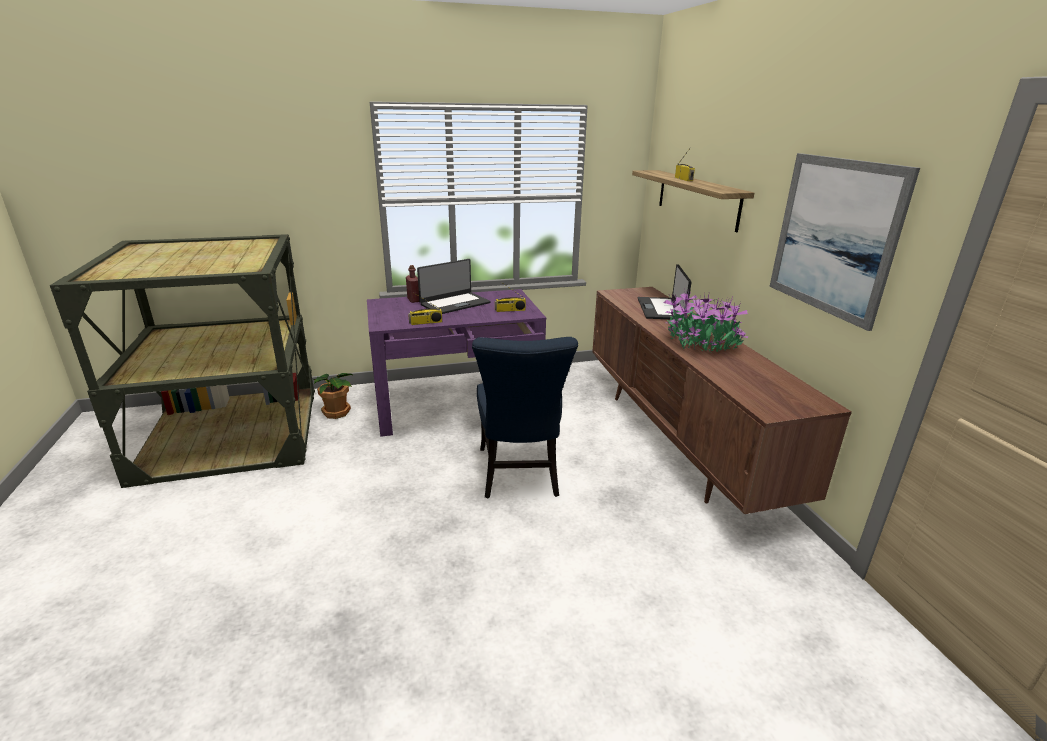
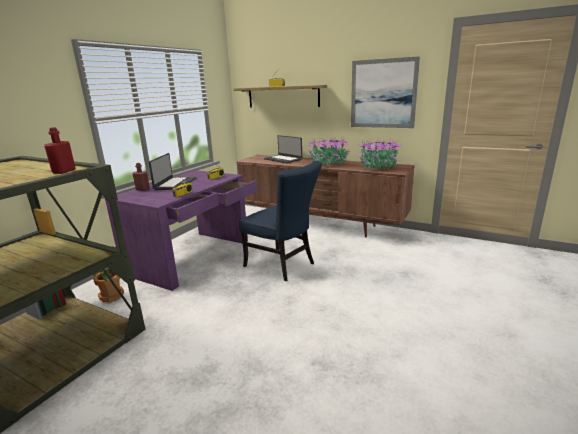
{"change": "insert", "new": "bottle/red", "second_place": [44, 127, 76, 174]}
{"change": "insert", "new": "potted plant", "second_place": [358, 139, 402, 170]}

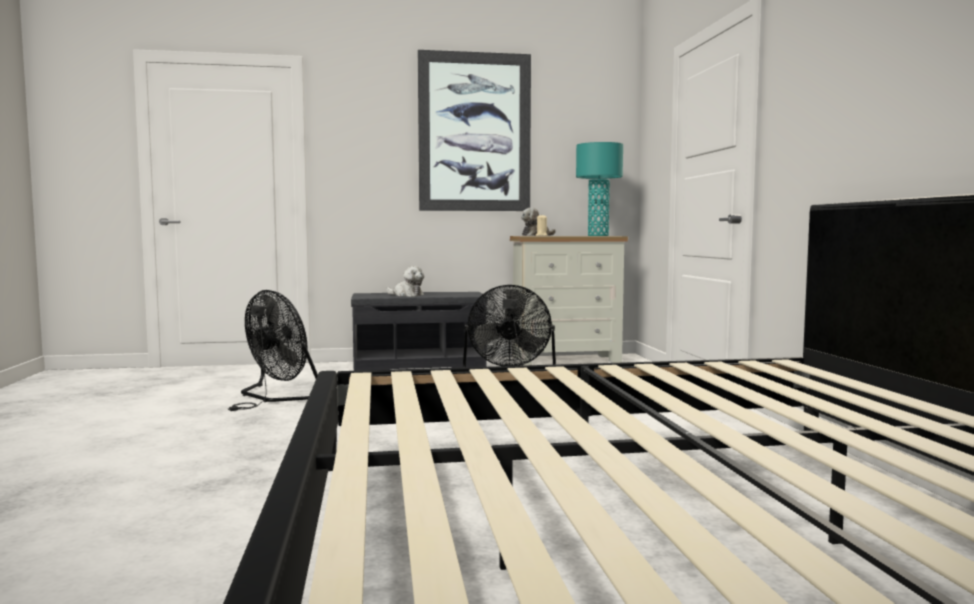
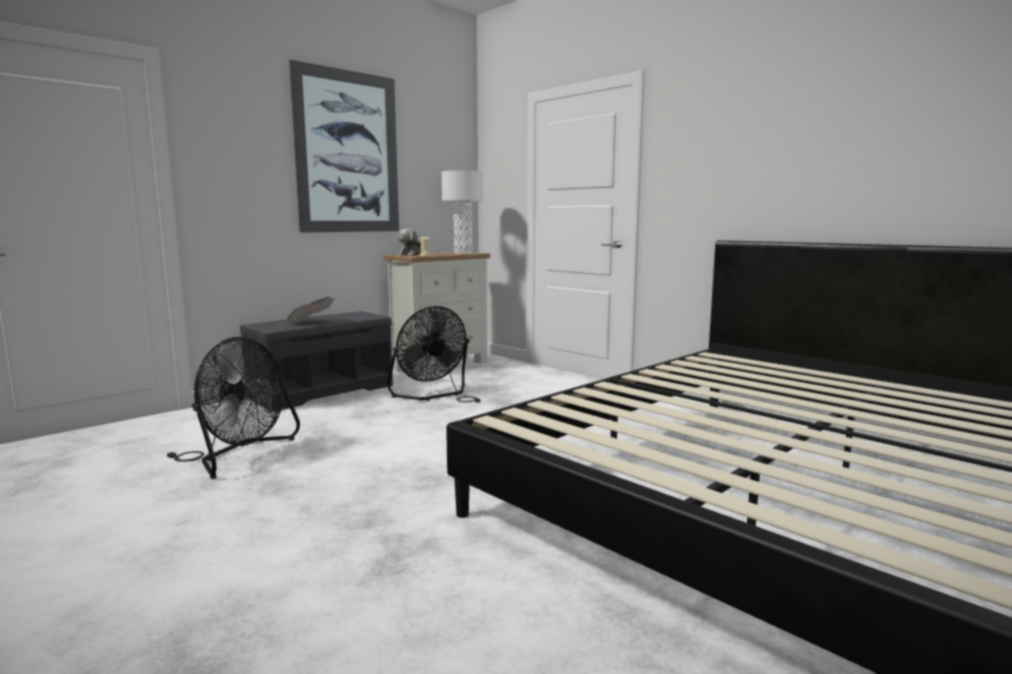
{"change": "recolor", "old": "table lamp/turquoise", "new": "table lamp/white", "first_place": [576, 142, 623, 236], "second_place": [442, 170, 483, 254]}
{"change": "replace", "old": "plush toy", "new": "newspaper", "first_place": [386, 266, 424, 297], "second_place": [285, 297, 335, 321]}
{"change": "rotate", "old": "fan/black", "first_place": [227, 290, 318, 411], "second_place": [167, 337, 300, 479], "degrees": 105}

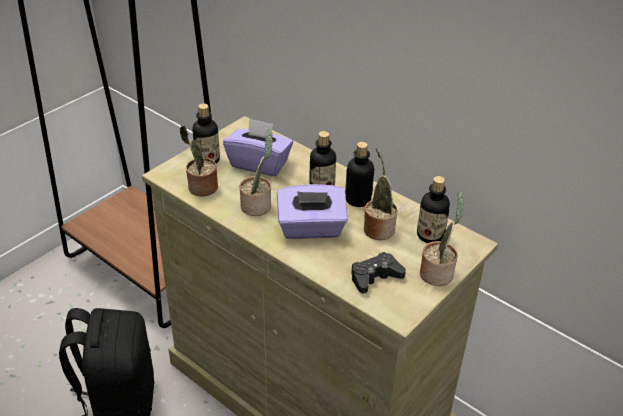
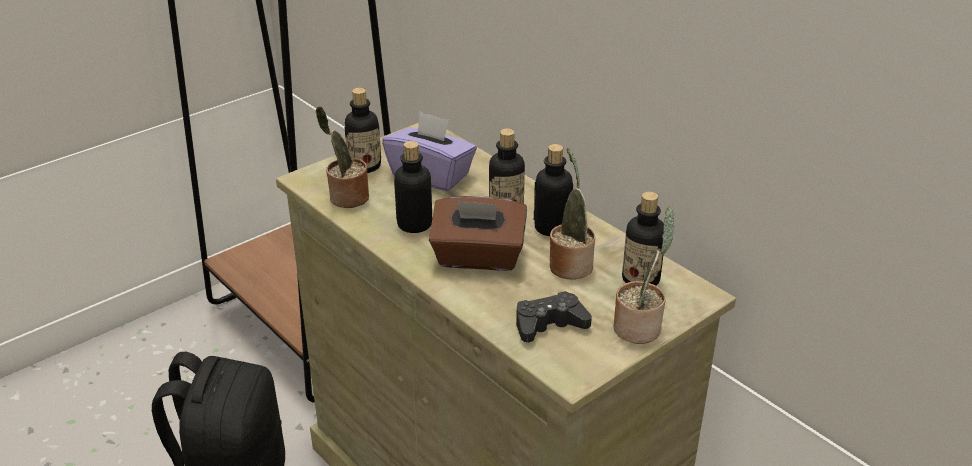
{"change": "replace", "old": "potted plant", "new": "bottle", "first_place": [240, 129, 273, 216], "second_place": [394, 141, 432, 233]}
{"change": "recolor", "old": "tissue box/purple", "new": "tissue box/brown", "first_place": [277, 184, 348, 239], "second_place": [429, 196, 527, 271]}

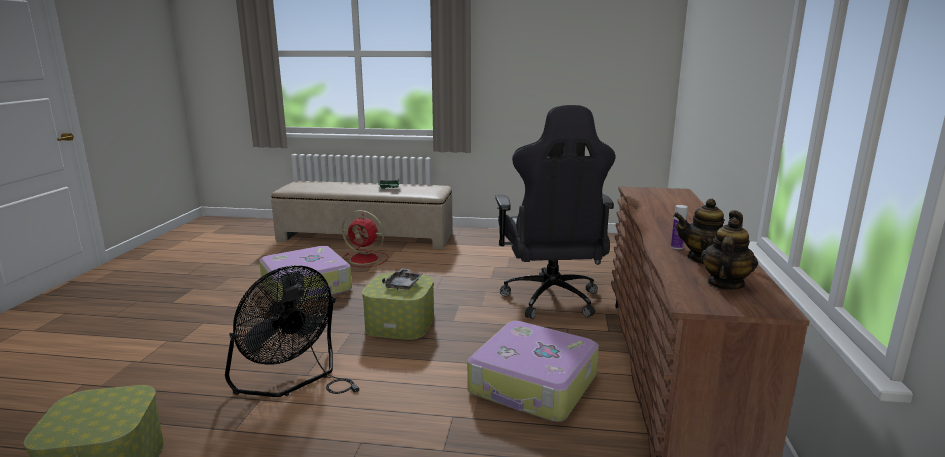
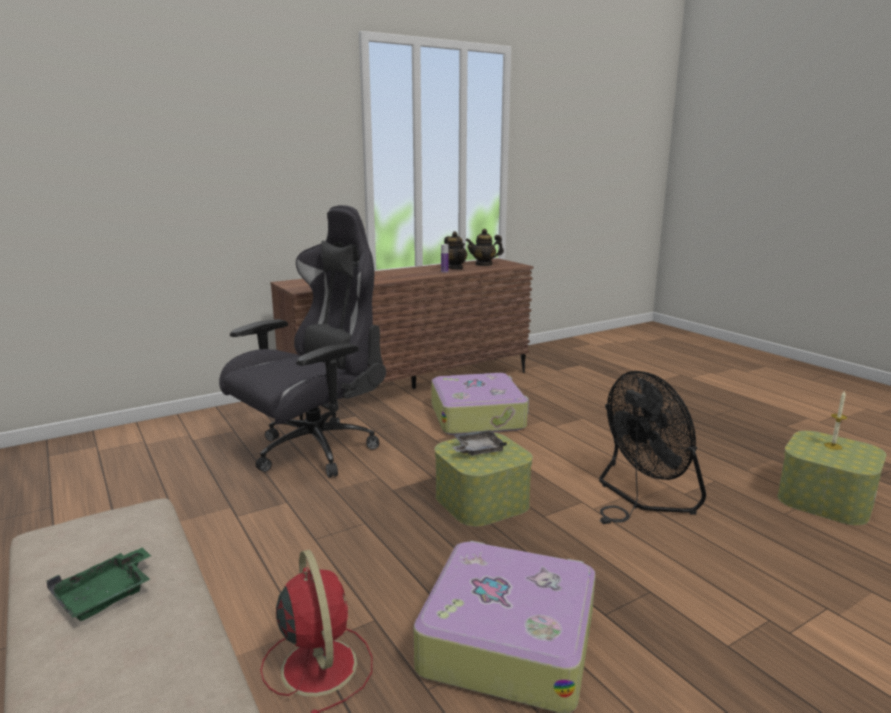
{"change": "rotate", "old": "fan/black", "first_place": [225, 266, 359, 397], "second_place": [599, 371, 706, 524], "degrees": -120}
{"change": "insert", "new": "candle", "second_place": [824, 390, 847, 450]}

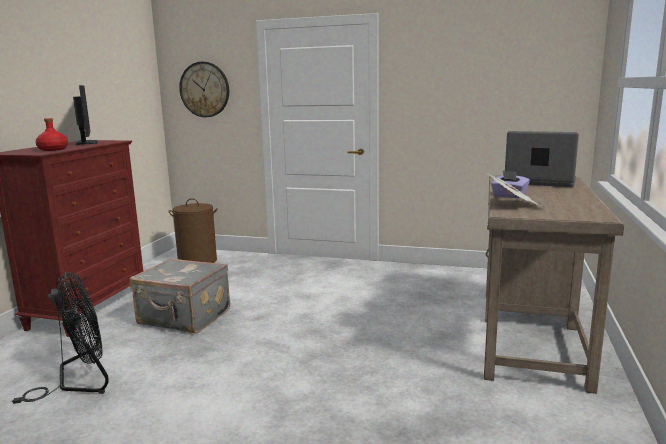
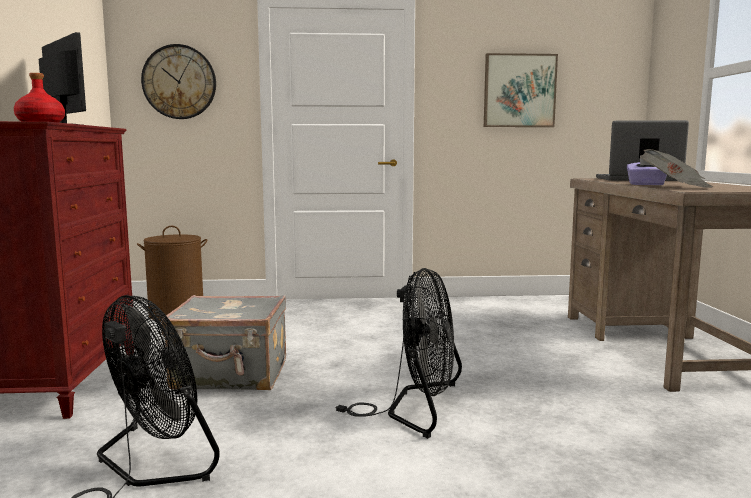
{"change": "insert", "new": "picture", "second_place": [484, 53, 558, 127]}
{"change": "insert", "new": "fan/black", "second_place": [336, 268, 462, 439]}

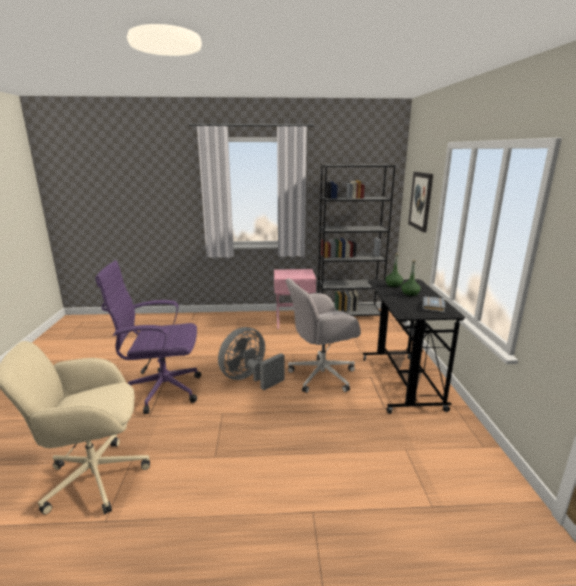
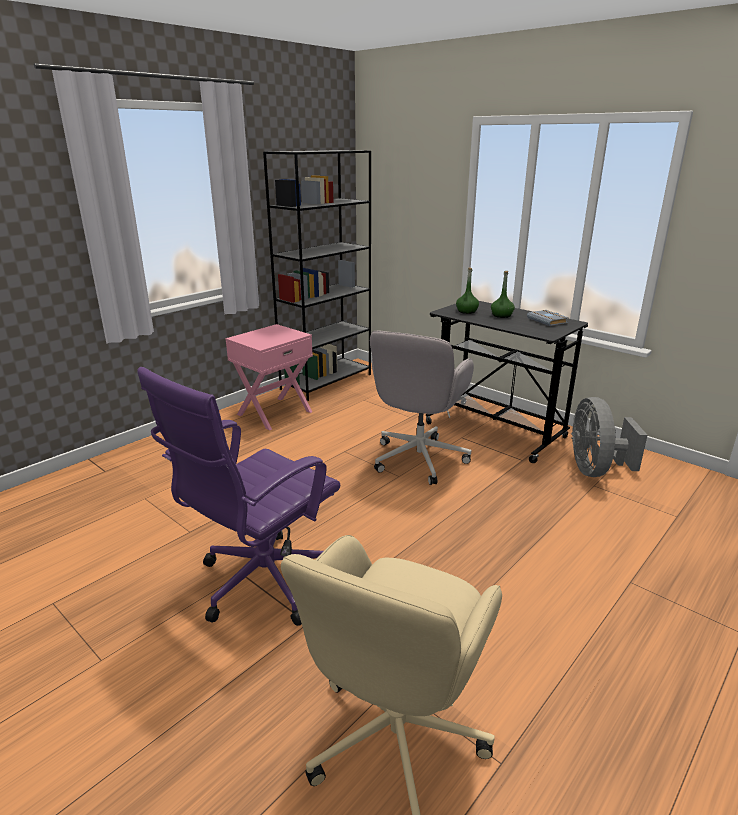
{"change": "delete", "old": "picture", "first_place": [408, 172, 433, 233]}
{"change": "move", "old": "fan/grey", "first_place": [218, 327, 285, 390], "second_place": [571, 397, 647, 477]}

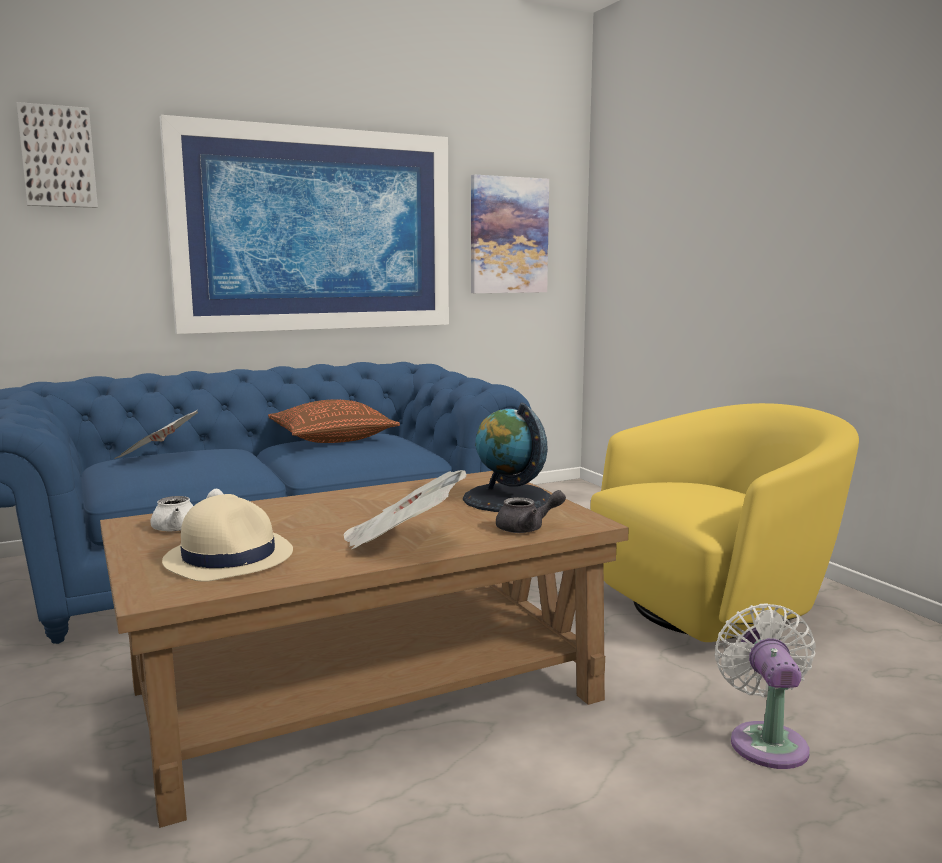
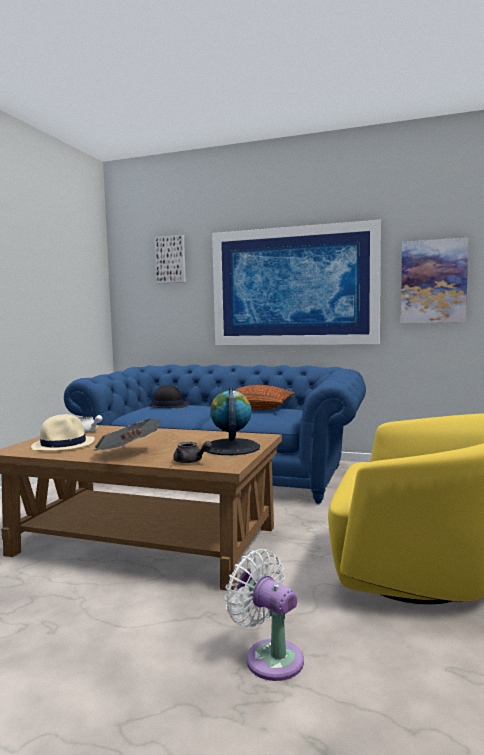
{"change": "replace", "old": "newspaper", "new": "hat/black", "first_place": [114, 410, 198, 459], "second_place": [148, 385, 190, 408]}
{"change": "rotate", "old": "fan/white", "first_place": [715, 603, 816, 769], "second_place": [224, 549, 304, 681], "degrees": -90}

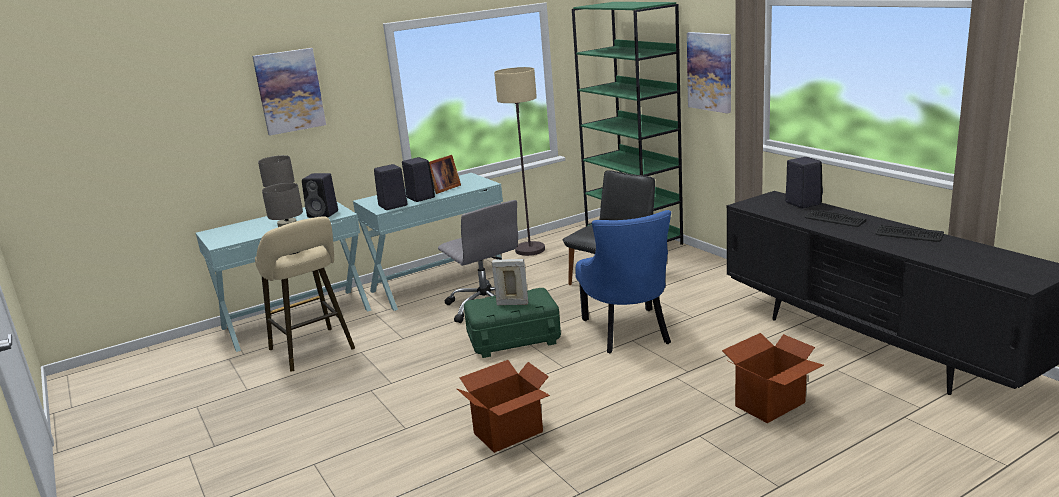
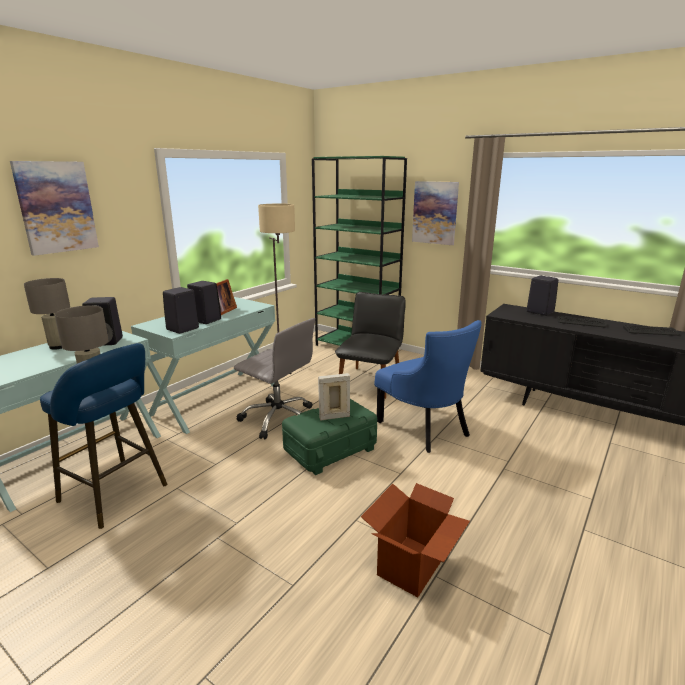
{"change": "recolor", "old": "stool/beige", "new": "stool/blue", "first_place": [255, 216, 355, 372], "second_place": [40, 343, 167, 529]}
{"change": "delete", "old": "cardboard box", "first_place": [722, 333, 824, 423]}

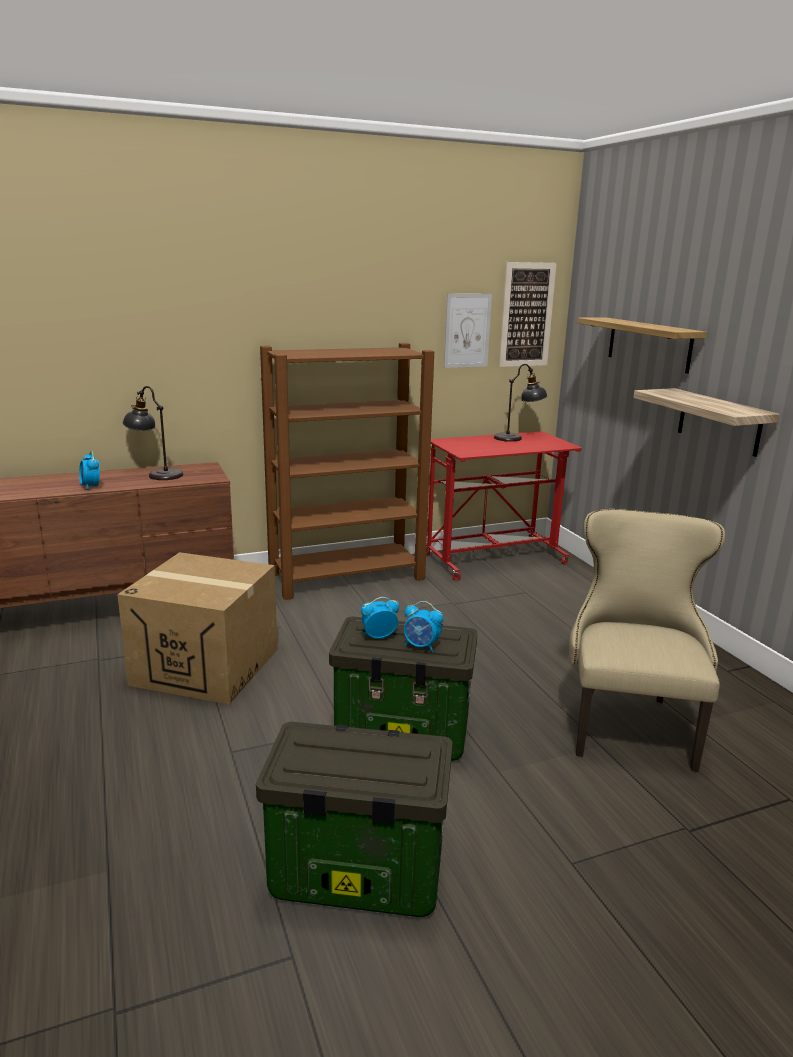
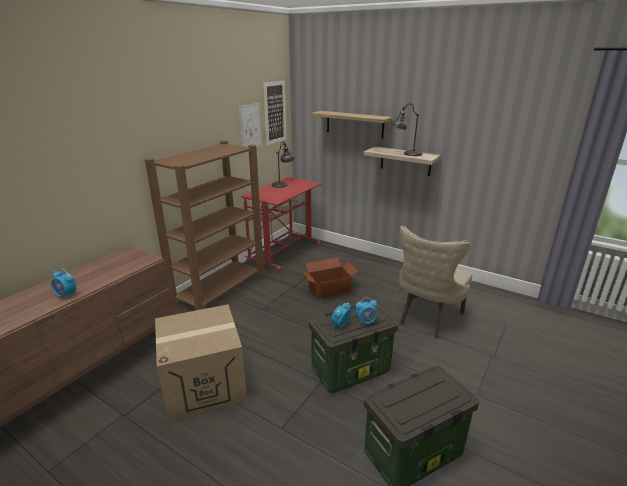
{"change": "move", "old": "table lamp/grey", "first_place": [123, 386, 183, 480], "second_place": [390, 103, 423, 156]}
{"change": "rotate", "old": "chair/beige", "first_place": [569, 509, 725, 772], "second_place": [399, 226, 472, 338], "degrees": -120}
{"change": "insert", "new": "cardboard box", "second_place": [302, 258, 358, 299]}

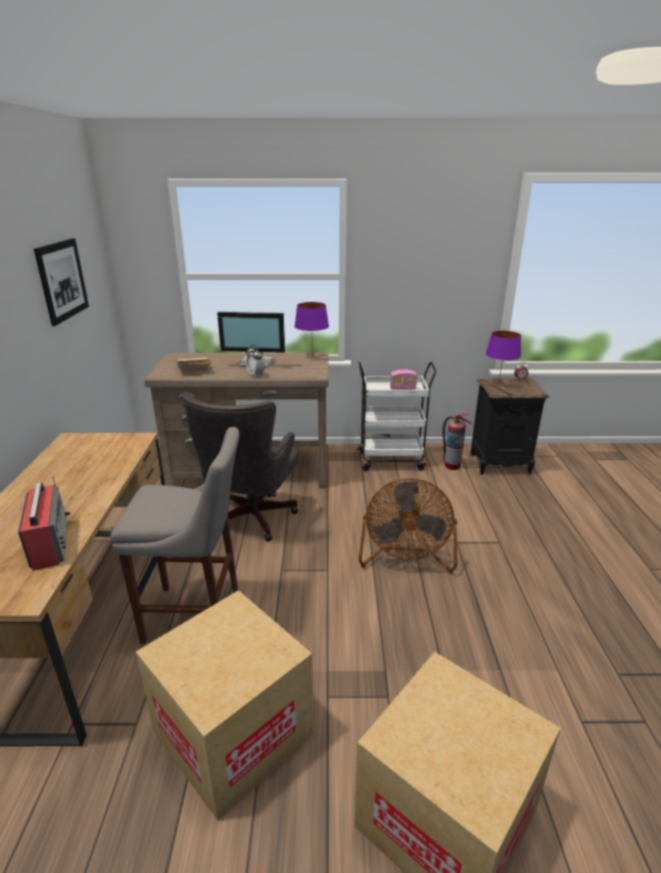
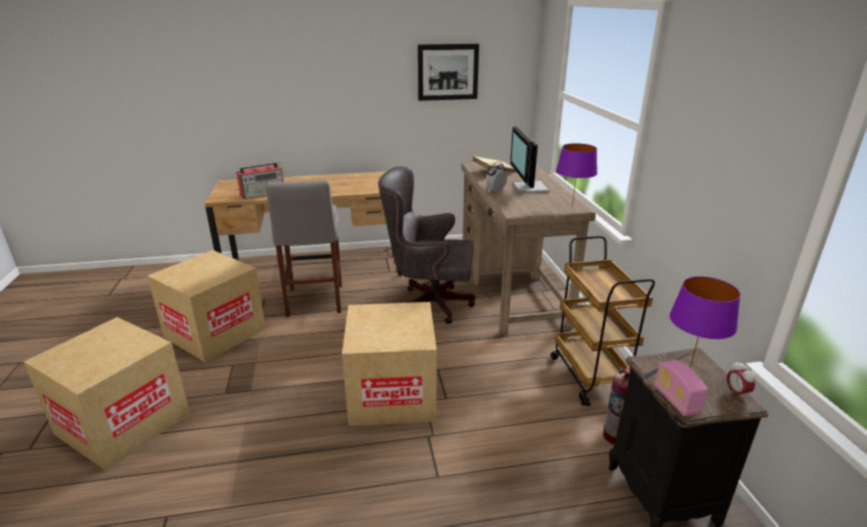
{"change": "recolor", "old": "cart/white", "new": "cart/brown", "first_place": [357, 362, 436, 471], "second_place": [551, 236, 655, 406]}
{"change": "move", "old": "radio", "first_place": [390, 370, 417, 390], "second_place": [654, 360, 708, 416]}
{"change": "replace", "old": "fan/brown", "new": "cardboard box", "first_place": [359, 478, 457, 574], "second_place": [342, 302, 437, 426]}

